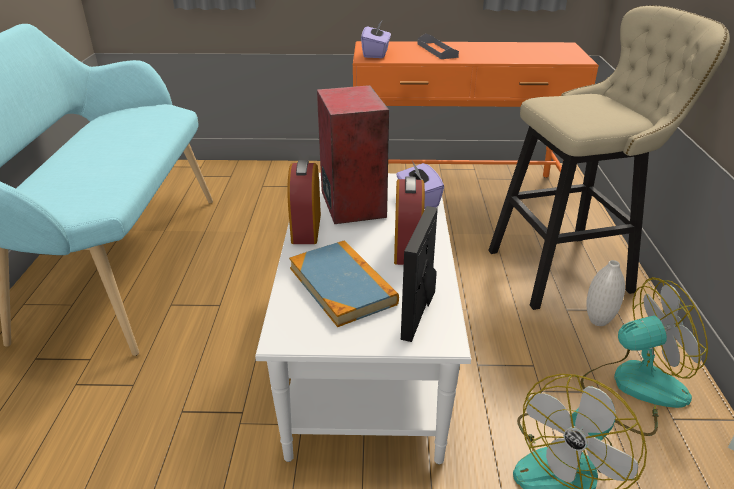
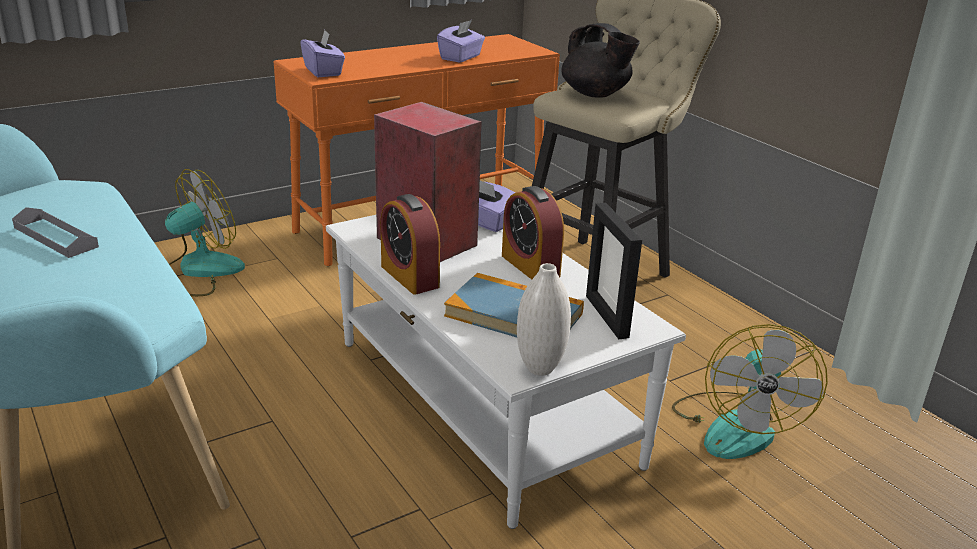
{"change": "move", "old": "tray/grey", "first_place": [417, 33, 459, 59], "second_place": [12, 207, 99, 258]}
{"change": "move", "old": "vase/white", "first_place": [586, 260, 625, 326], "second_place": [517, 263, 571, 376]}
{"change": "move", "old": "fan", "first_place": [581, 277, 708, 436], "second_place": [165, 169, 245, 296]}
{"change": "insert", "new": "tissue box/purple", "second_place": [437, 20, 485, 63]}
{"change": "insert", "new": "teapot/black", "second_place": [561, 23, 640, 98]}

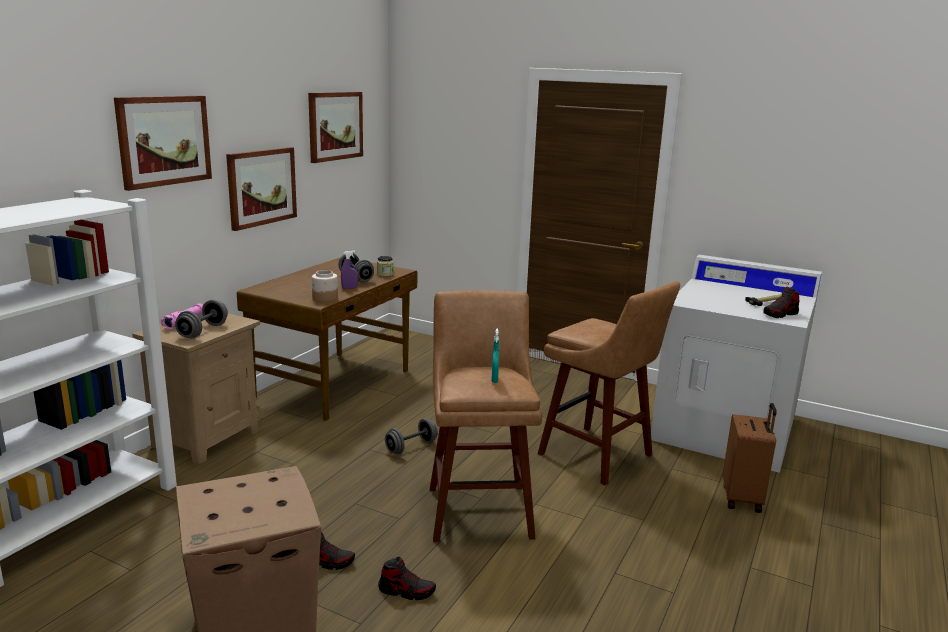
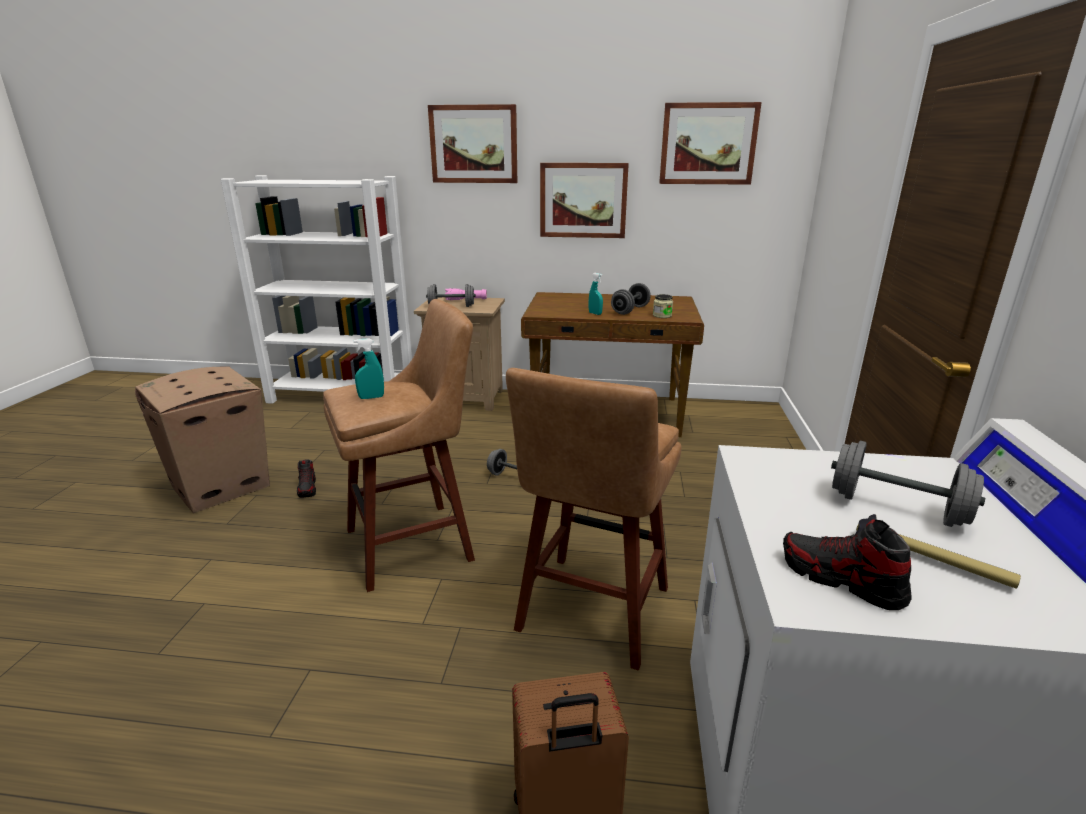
{"change": "recolor", "old": "spray bottle/purple", "new": "spray bottle/turquoise", "first_place": [341, 251, 358, 289], "second_place": [589, 273, 603, 315]}
{"change": "delete", "old": "jar", "first_place": [312, 270, 338, 302]}
{"change": "delete", "old": "shoe", "first_place": [378, 557, 436, 600]}
{"change": "insert", "new": "dumbbell/grey", "second_place": [831, 441, 985, 527]}

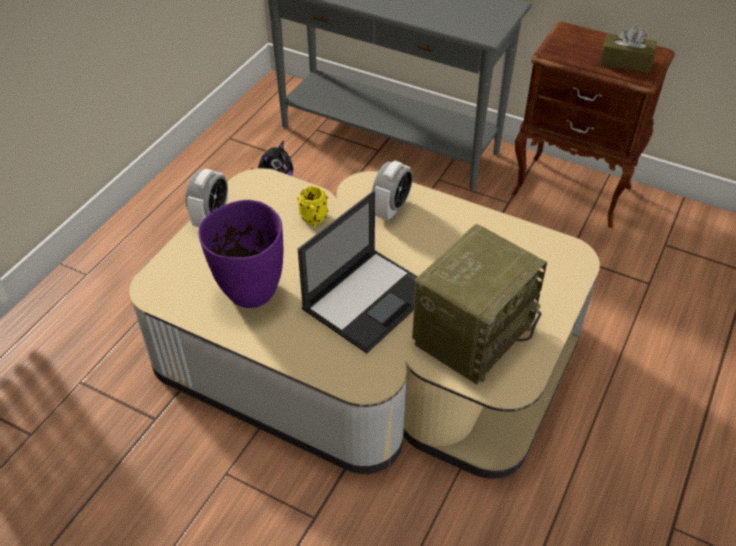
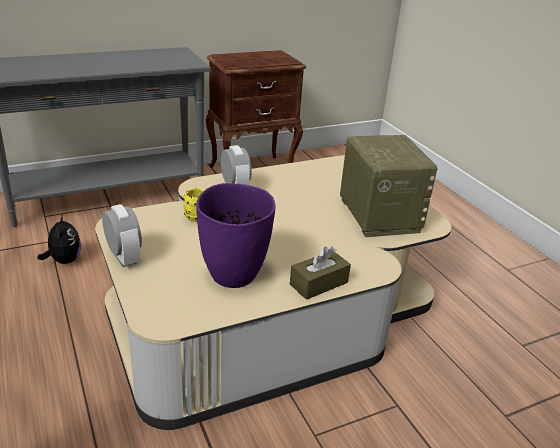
{"change": "move", "old": "tissue box/brown", "first_place": [600, 26, 657, 73], "second_place": [290, 246, 351, 300]}
{"change": "delete", "old": "laptop", "first_place": [298, 191, 418, 354]}

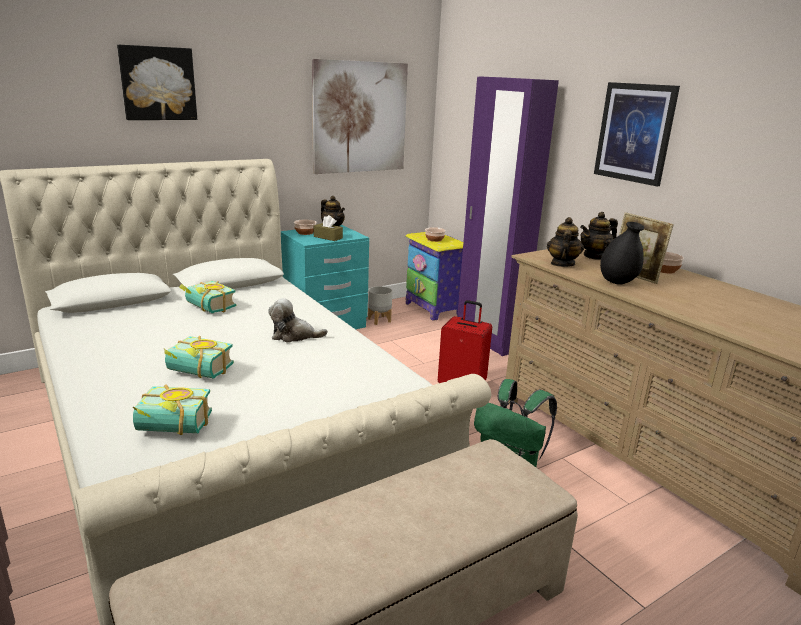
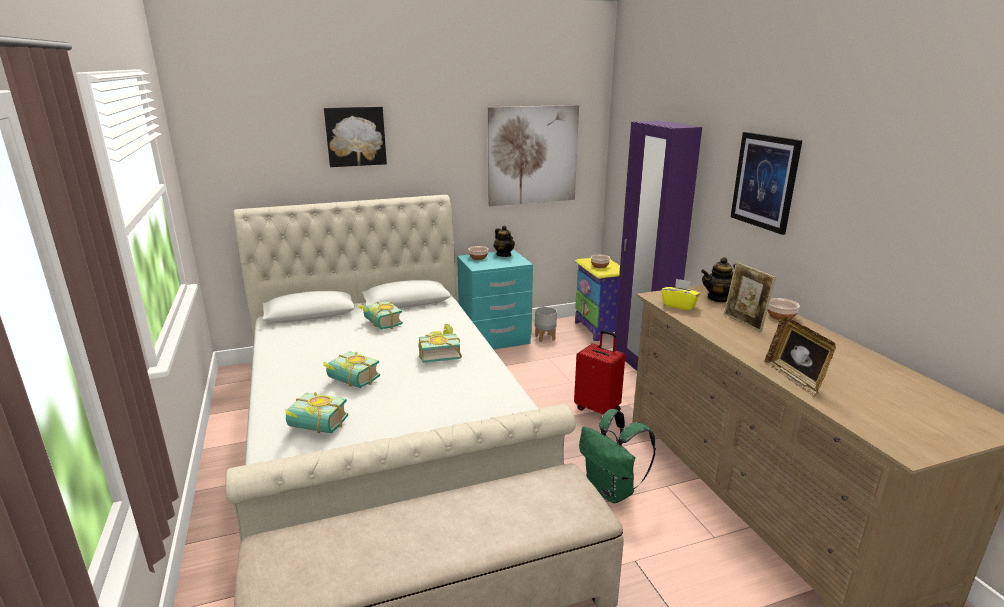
{"change": "delete", "old": "tissue box/brown", "first_place": [314, 215, 343, 241]}
{"change": "replace", "old": "teapot", "new": "tissue box/yellow", "first_place": [547, 217, 584, 267], "second_place": [661, 278, 700, 311]}
{"change": "delete", "old": "vase/black", "first_place": [600, 222, 644, 285]}
{"change": "replace", "old": "plush toy", "new": "book", "first_place": [268, 298, 328, 343], "second_place": [419, 324, 462, 363]}
{"change": "insert", "new": "picture frame", "second_place": [764, 316, 836, 397]}

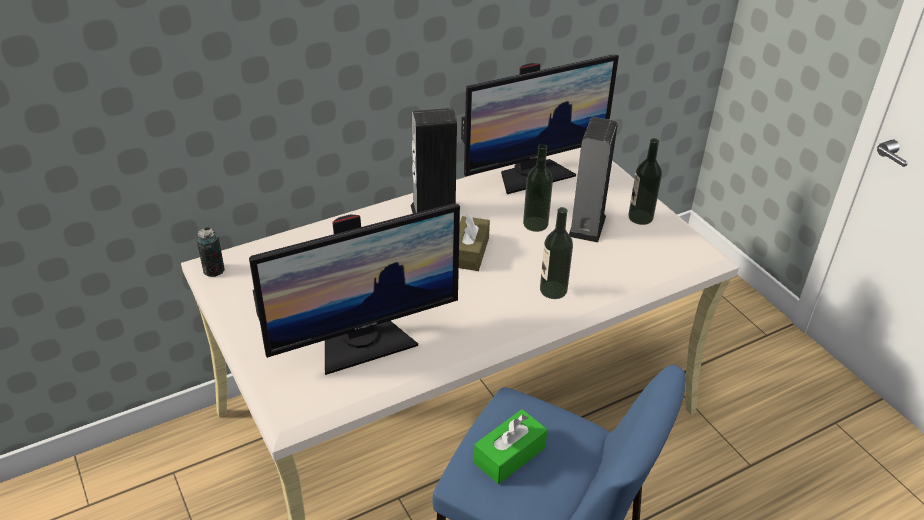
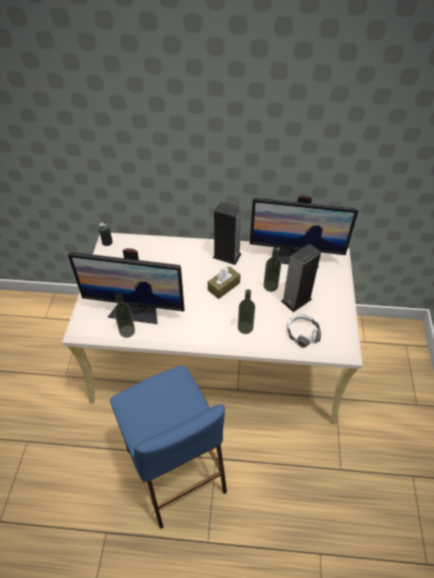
{"change": "move", "old": "bottle", "first_place": [628, 138, 662, 225], "second_place": [114, 293, 135, 338]}
{"change": "delete", "old": "tissue box/green", "first_place": [474, 409, 548, 484]}
{"change": "insert", "new": "headphones", "second_place": [287, 315, 321, 347]}

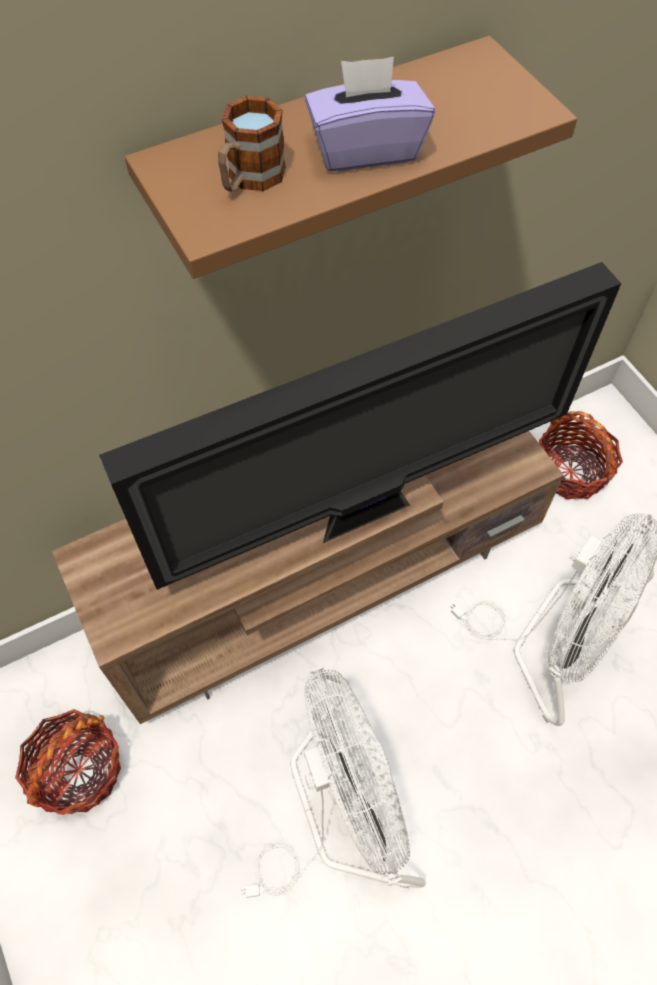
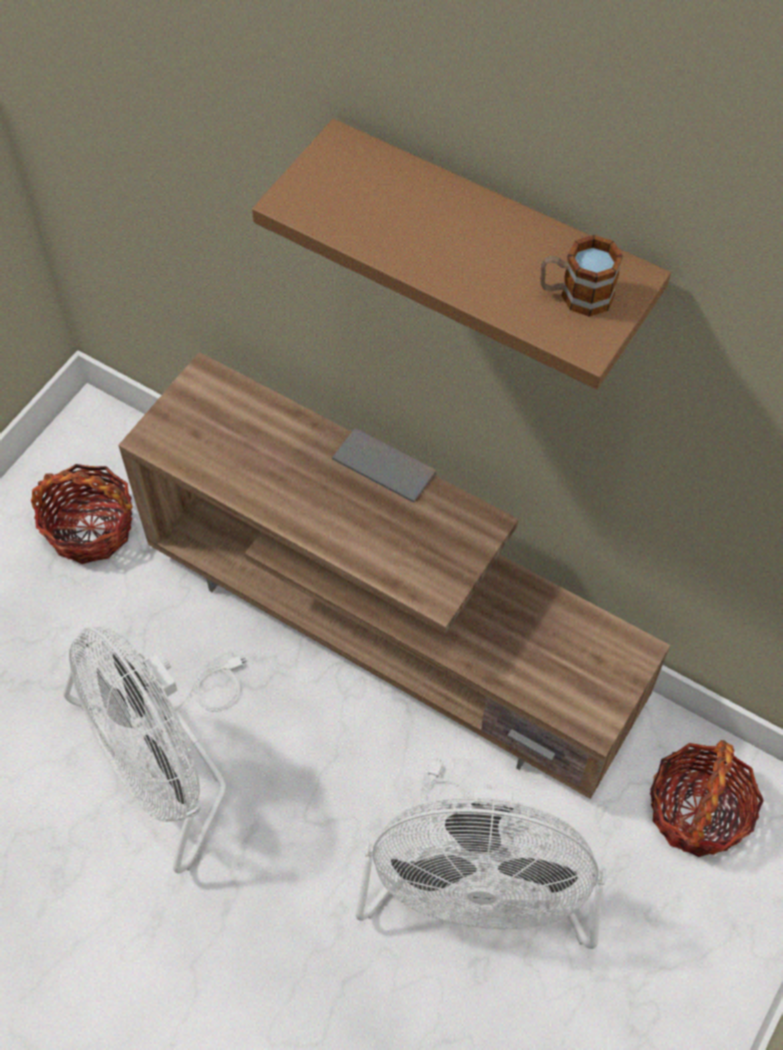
{"change": "delete", "old": "tissue box/purple", "first_place": [305, 57, 435, 171]}
{"change": "move", "old": "mug", "first_place": [218, 96, 286, 192], "second_place": [541, 235, 623, 317]}
{"change": "delete", "old": "television", "first_place": [99, 262, 621, 590]}
{"change": "rotate", "old": "fan/white", "first_place": [244, 666, 426, 898], "second_place": [63, 627, 245, 873], "degrees": 105}

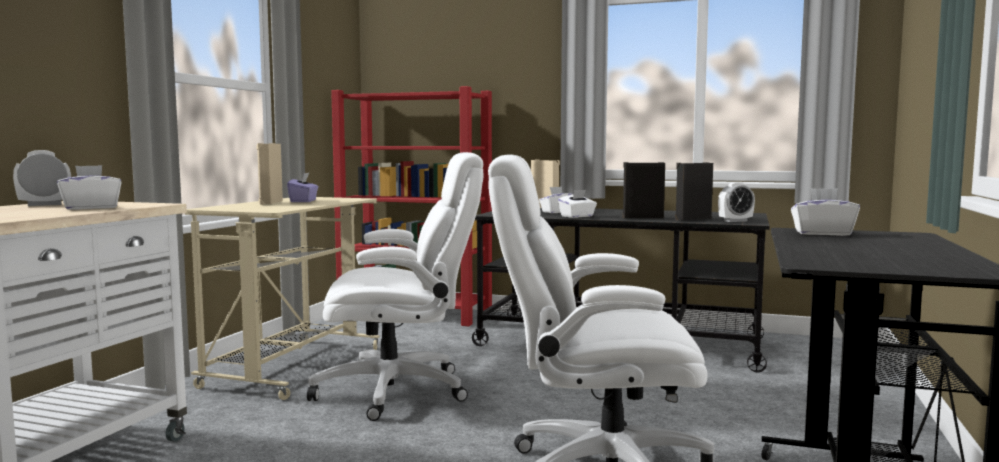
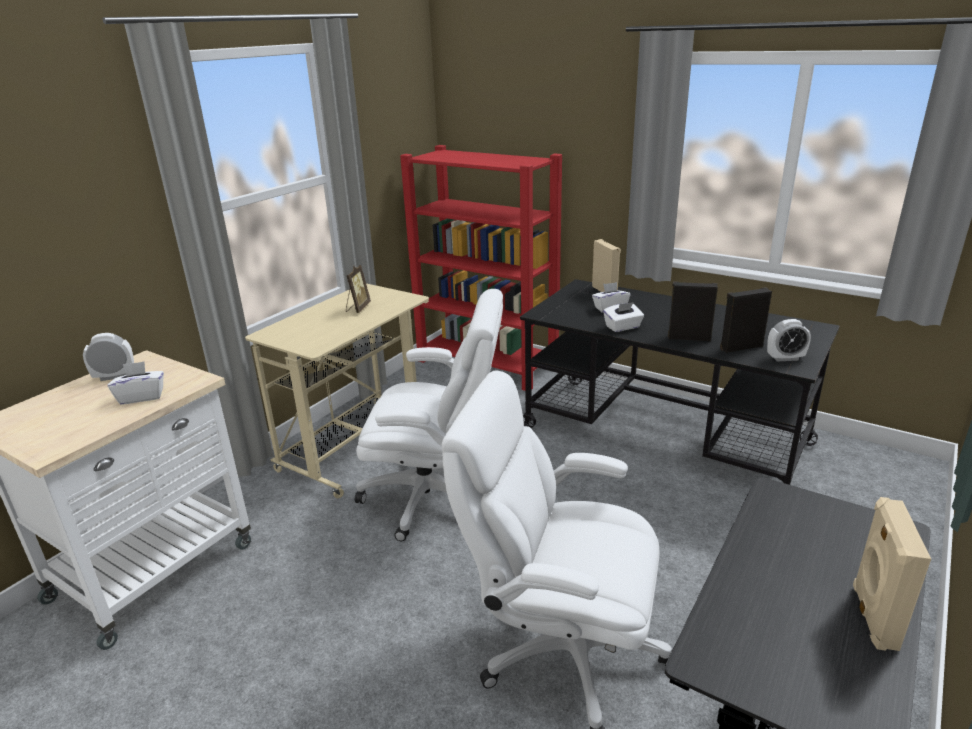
{"change": "move", "old": "speaker/beige", "first_place": [256, 143, 283, 205], "second_place": [853, 497, 931, 651]}
{"change": "replace", "old": "tissue box/purple", "new": "picture frame", "first_place": [287, 173, 319, 202], "second_place": [346, 265, 371, 313]}
{"change": "delete", "old": "tissue box/white", "first_place": [791, 188, 860, 236]}

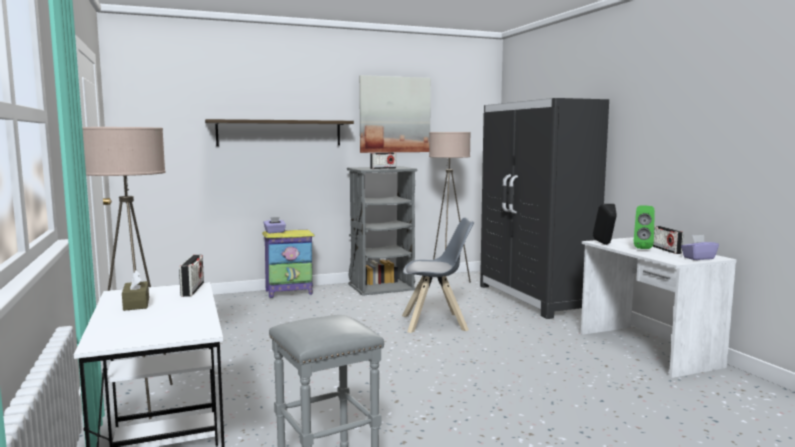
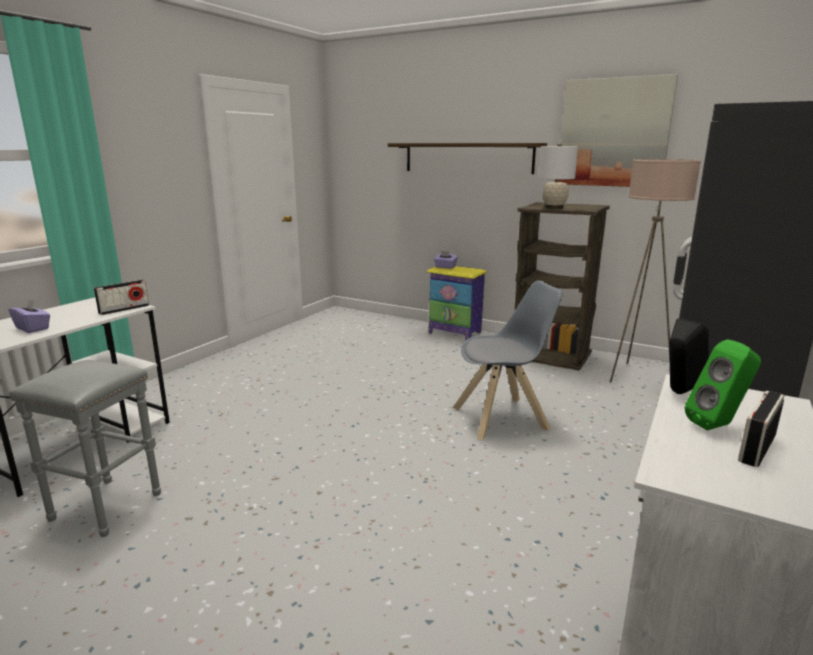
{"change": "delete", "old": "floor lamp/beige", "first_place": [82, 127, 173, 419]}
{"change": "replace", "old": "radio", "new": "table lamp/white", "first_place": [370, 153, 396, 169], "second_place": [539, 143, 578, 209]}
{"change": "recolor", "old": "bookcase/grey", "new": "bookcase/brown", "first_place": [347, 166, 417, 296], "second_place": [515, 202, 610, 370]}
{"change": "rotate", "old": "chair/grey", "first_place": [402, 217, 474, 333], "second_place": [453, 280, 563, 440], "degrees": -60}
{"change": "move", "old": "tissue box/purple", "first_place": [681, 235, 719, 260], "second_place": [8, 299, 50, 333]}
{"change": "delete", "old": "tissue box/brown", "first_place": [122, 270, 149, 311]}

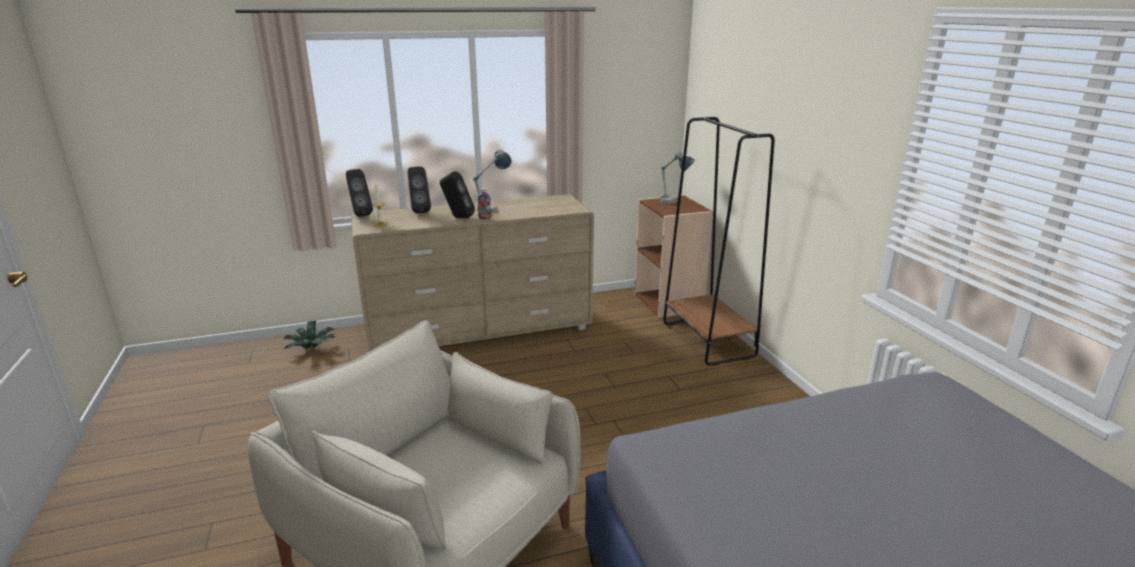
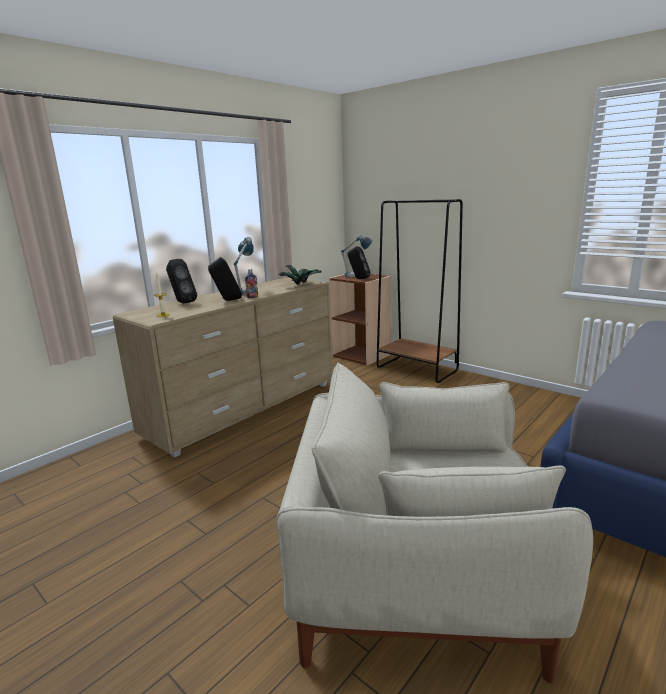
{"change": "move", "old": "speaker/black", "first_place": [346, 169, 373, 217], "second_place": [347, 246, 371, 279]}
{"change": "move", "old": "potted plant", "first_place": [283, 321, 336, 350], "second_place": [278, 265, 321, 285]}

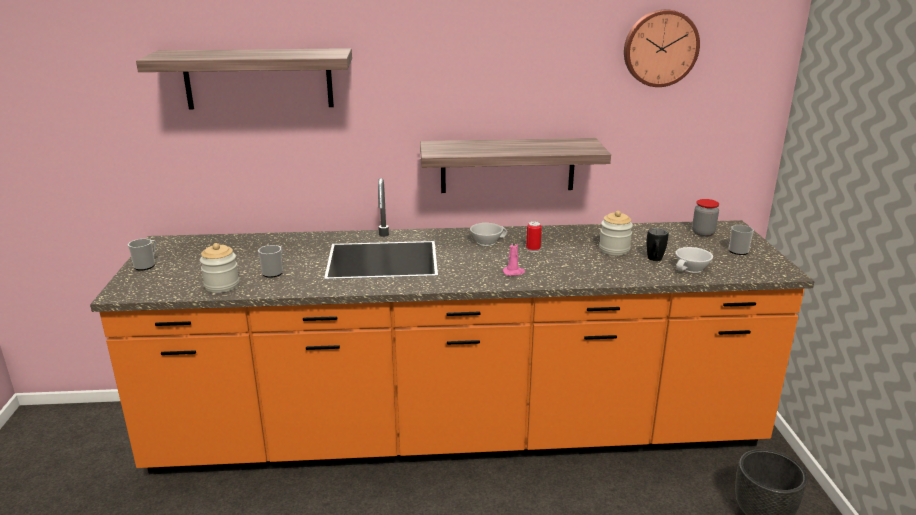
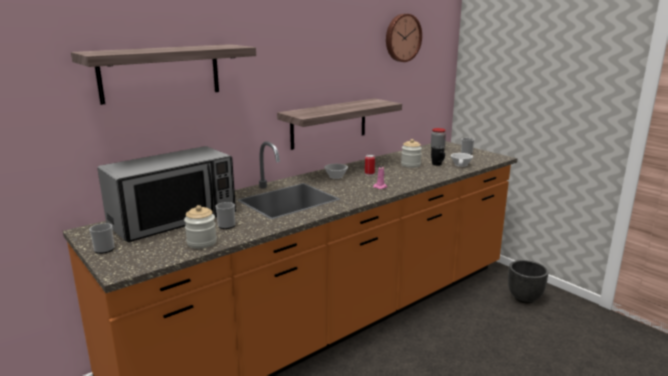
{"change": "insert", "new": "microwave", "second_place": [97, 146, 236, 242]}

